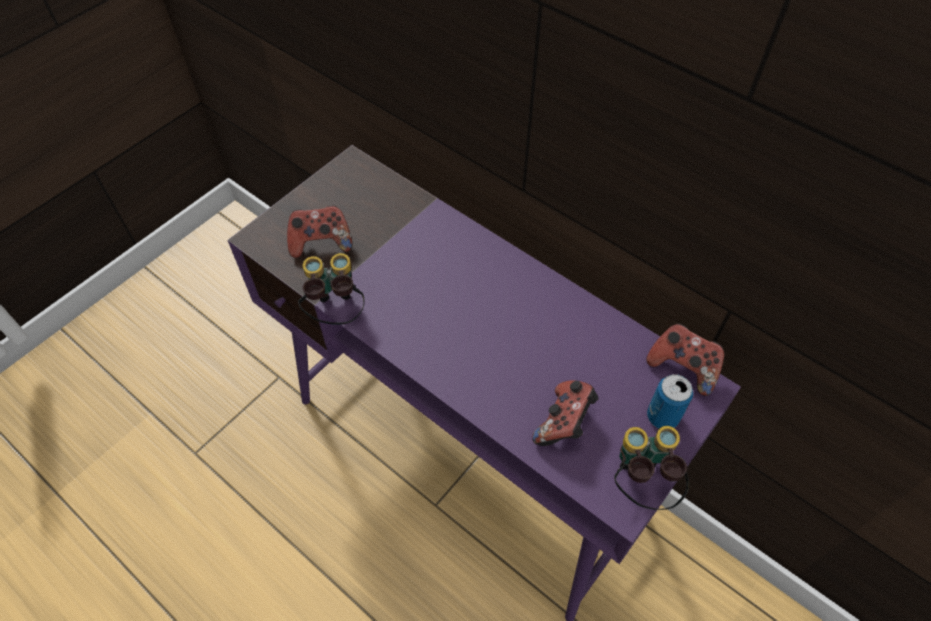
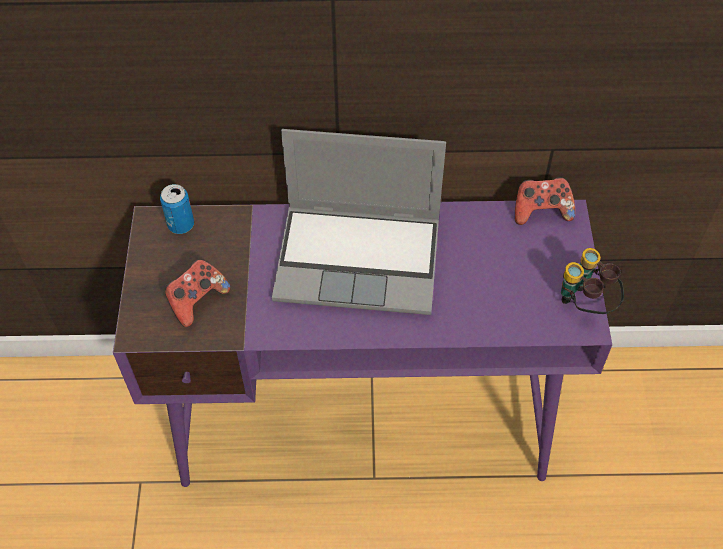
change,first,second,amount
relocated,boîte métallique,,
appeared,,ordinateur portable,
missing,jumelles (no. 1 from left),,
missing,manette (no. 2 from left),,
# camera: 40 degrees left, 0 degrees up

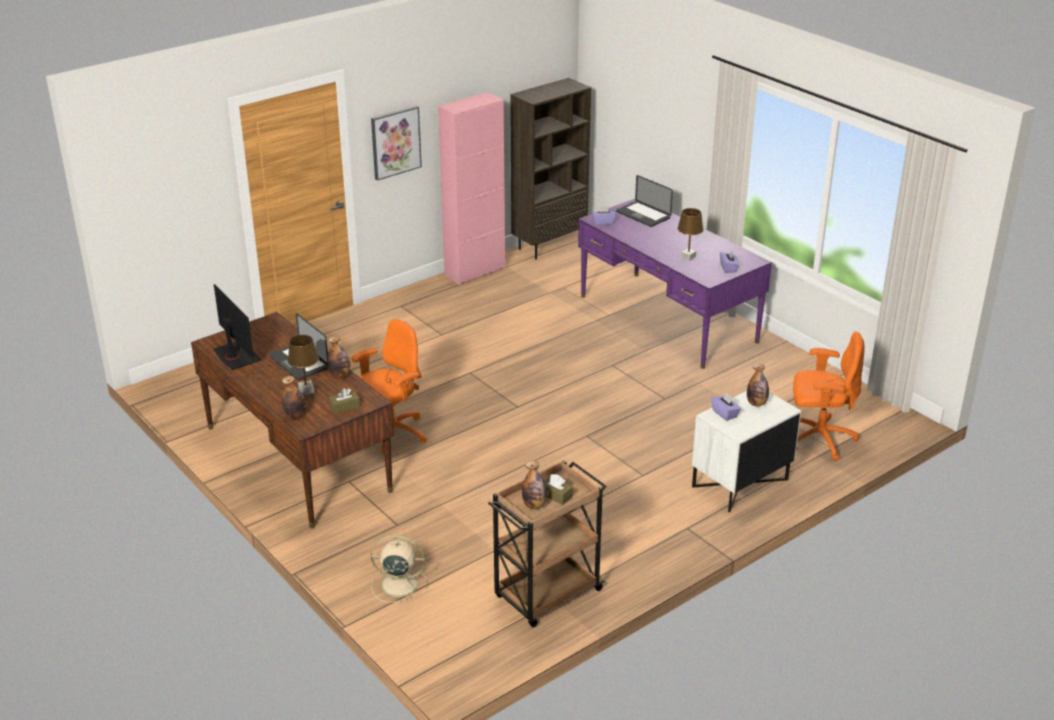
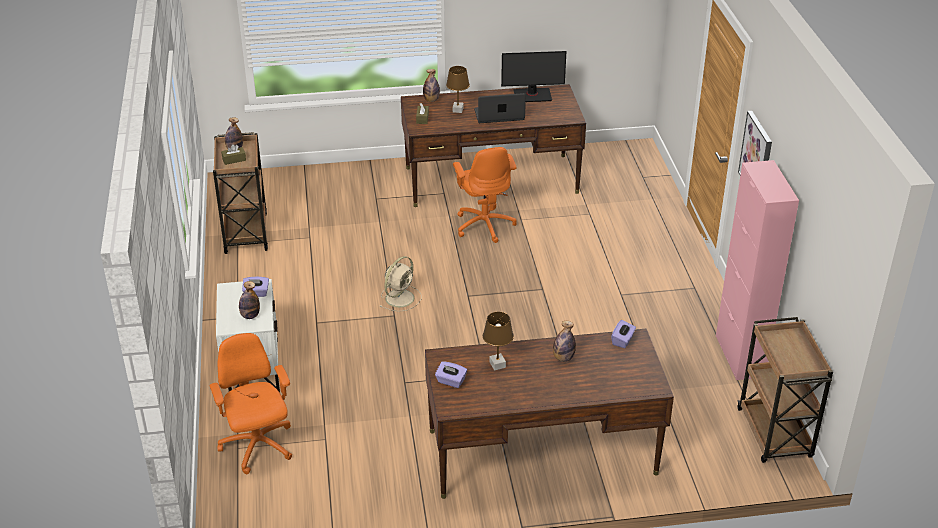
change,first,second,amount
spun,chaise de bureau/orange (no. 2 from left in the first image),chaise de bureau/orange (no. 1 from left),120 degrees clockwise
relocated,ventilateur/beige,,
colour,bureau/violet,bureau/marron (no. 2 from left),
relocated,bouteille (no. 2 from left in the first image),bouteille (no. 4 from left),
exchanged,bibliothèque/marron,chariot/marron (no. 2 from left),
missing,ordinateur portable (no. 2 from left),,
# camera: 120 degrees right, 5 degrees up

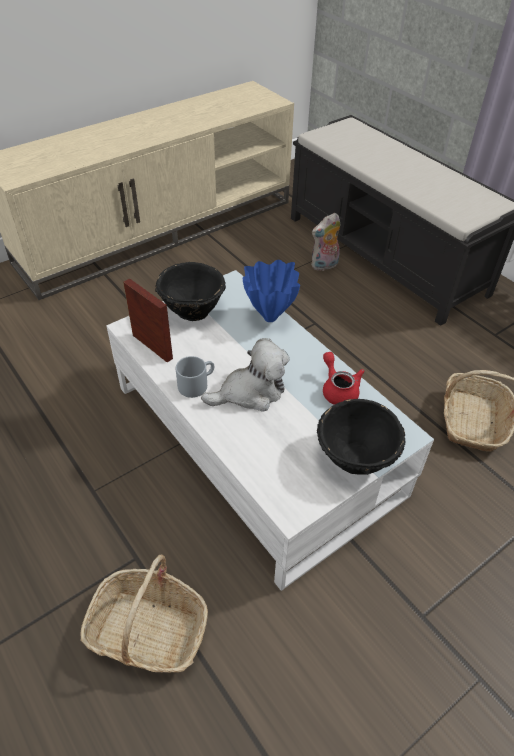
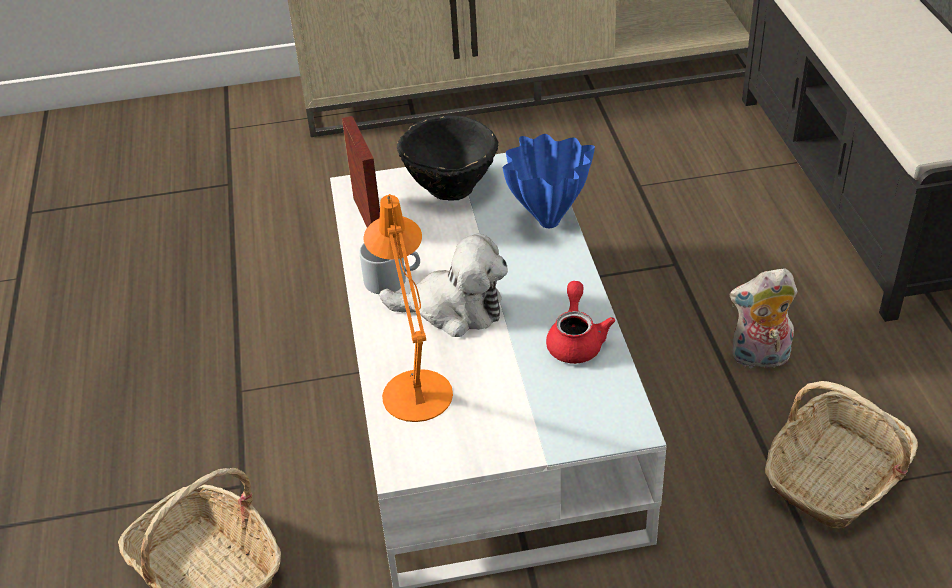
change,first,second,amount
appeared,,lampe de table/orange,
relocated,peluche (no. 2 from left),,
missing,bol/noir (no. 2 from left),,
# camera: 30 degrees right, 5 degrees down

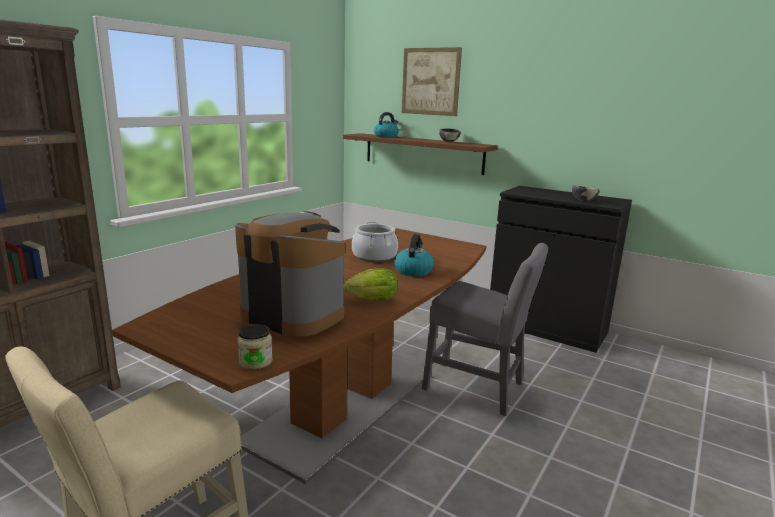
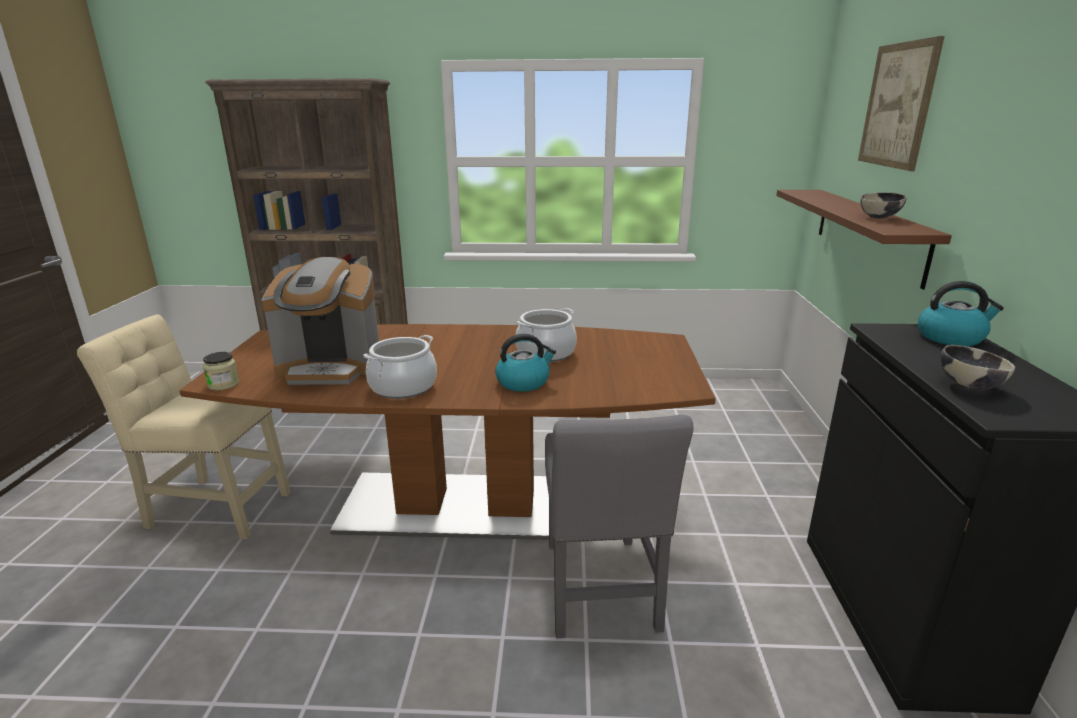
change,first,second,amount
spun,machine à café,,90 degrees clockwise
exchanged,laitue,marmite (no. 1 from left),
relocated,bouilloire (no. 1 from left in the first image),bouilloire (no. 2 from left),
# camera: 60 degrees right, 5 degrees up

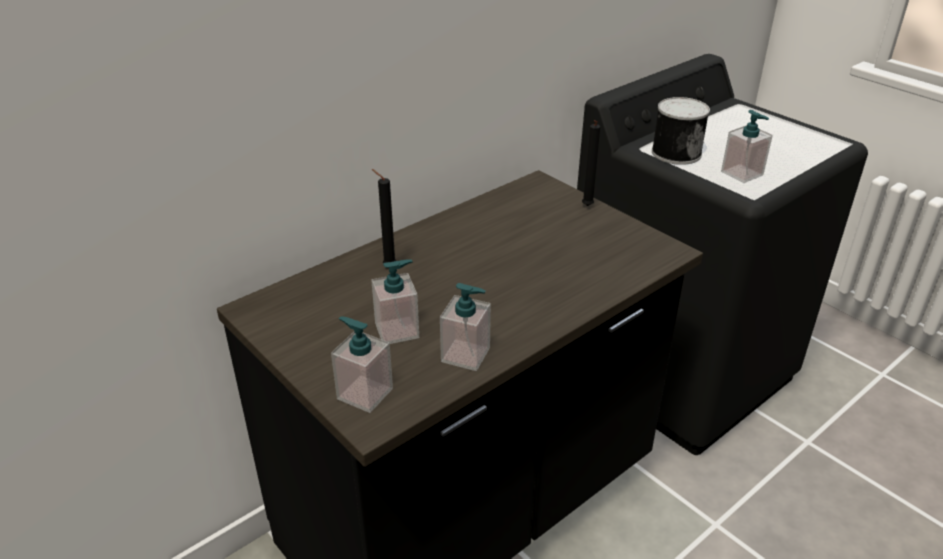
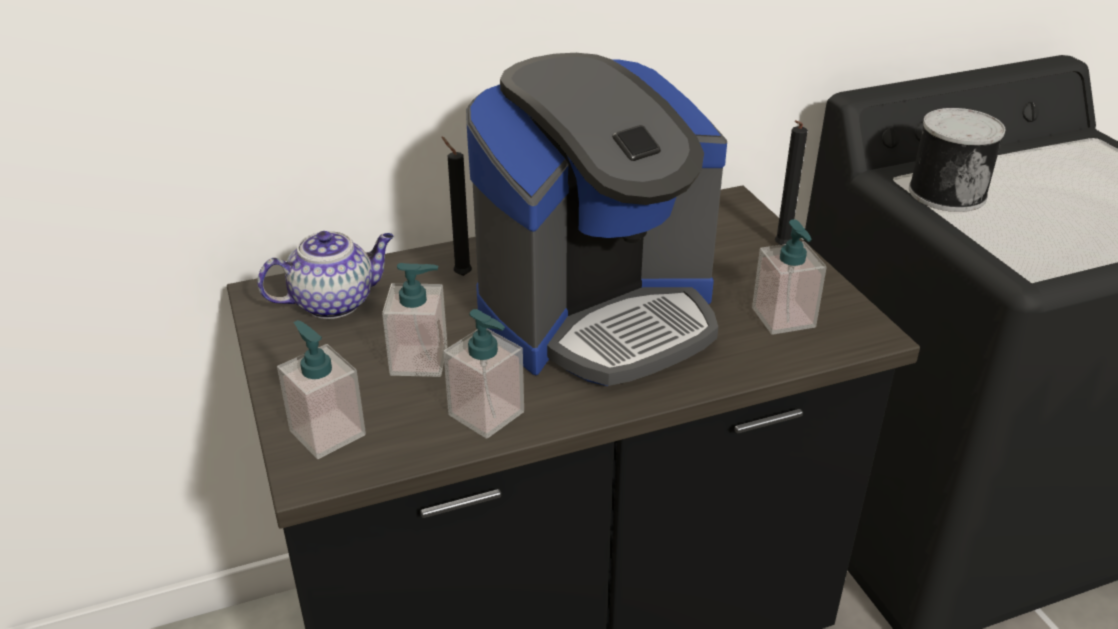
change,first,second,amount
appeared,,théière,
appeared,,machine à café,
relocated,distributeur de savon (no. 4 from left),,
# camera: 20 degrees right, 0 degrees up

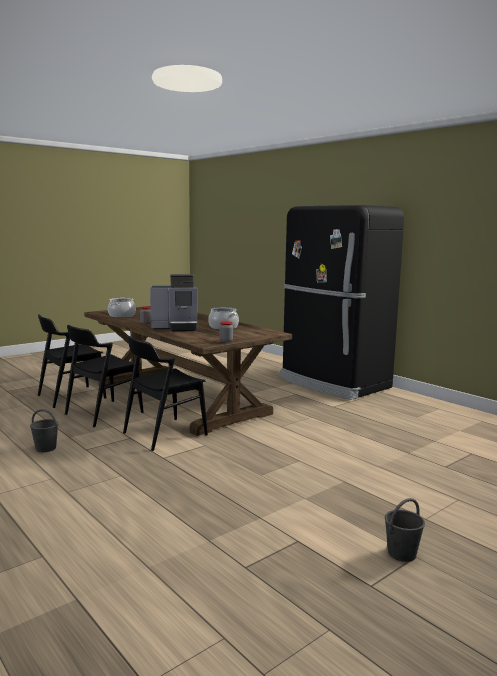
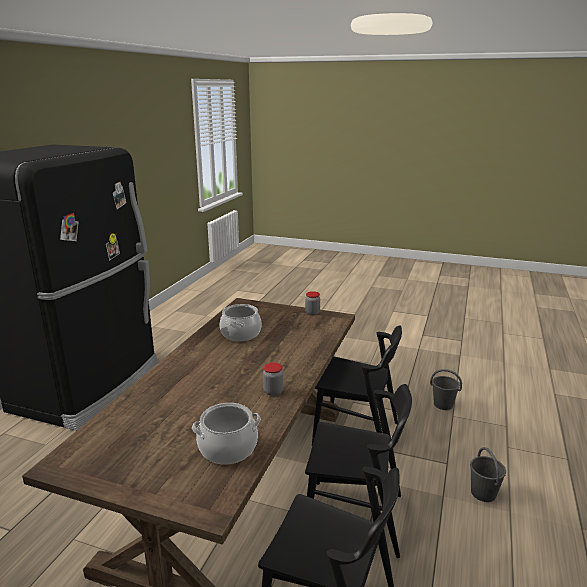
change,first,second,amount
relocated,seau/gris (no. 2 from left in the first image),seau/gris (no. 1 from left),
missing,machine à café,,
# camera: 120 degrees left, 10 degrees up

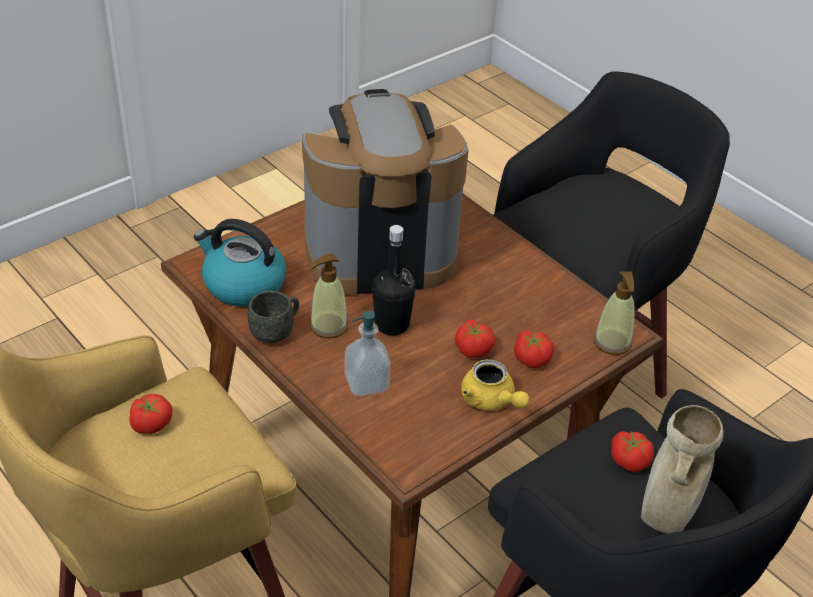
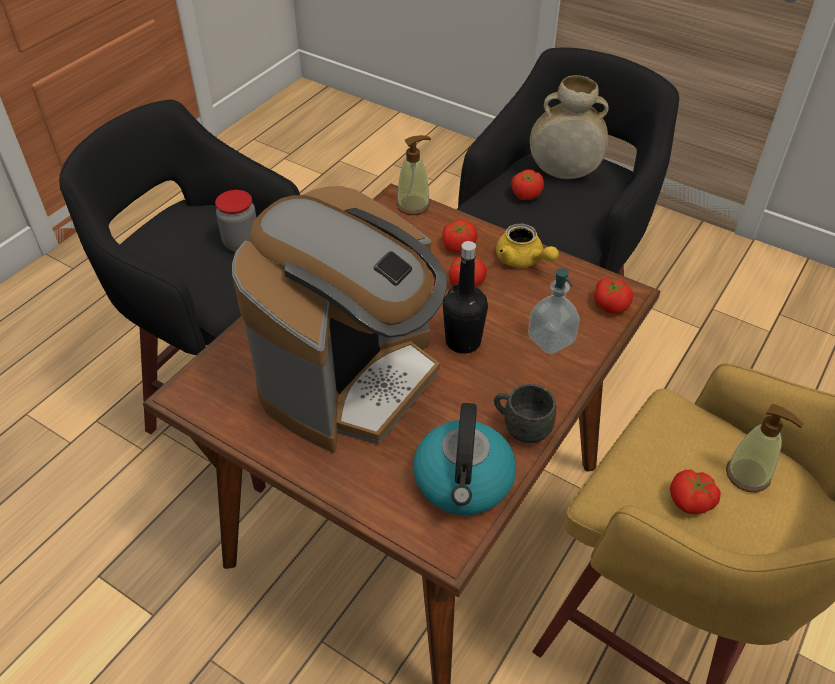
change,first,second,amount
appeared,,bocal,
spun,machine à café,,120 degrees counterclockwise
spun,théière/jaune,,105 degrees clockwise
appeared,,tomate (no. 4 from left),
relocated,distributeur de savon (no. 1 from left in the first image),distributeur de savon (no. 3 from left),
# camera: 105 degrees left, 5 degrees up

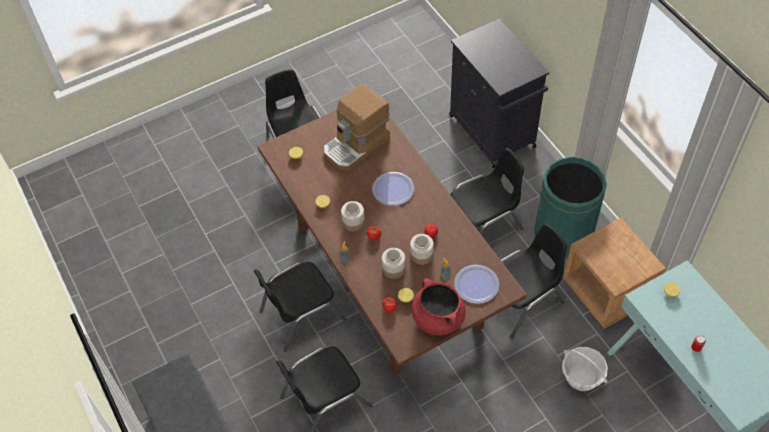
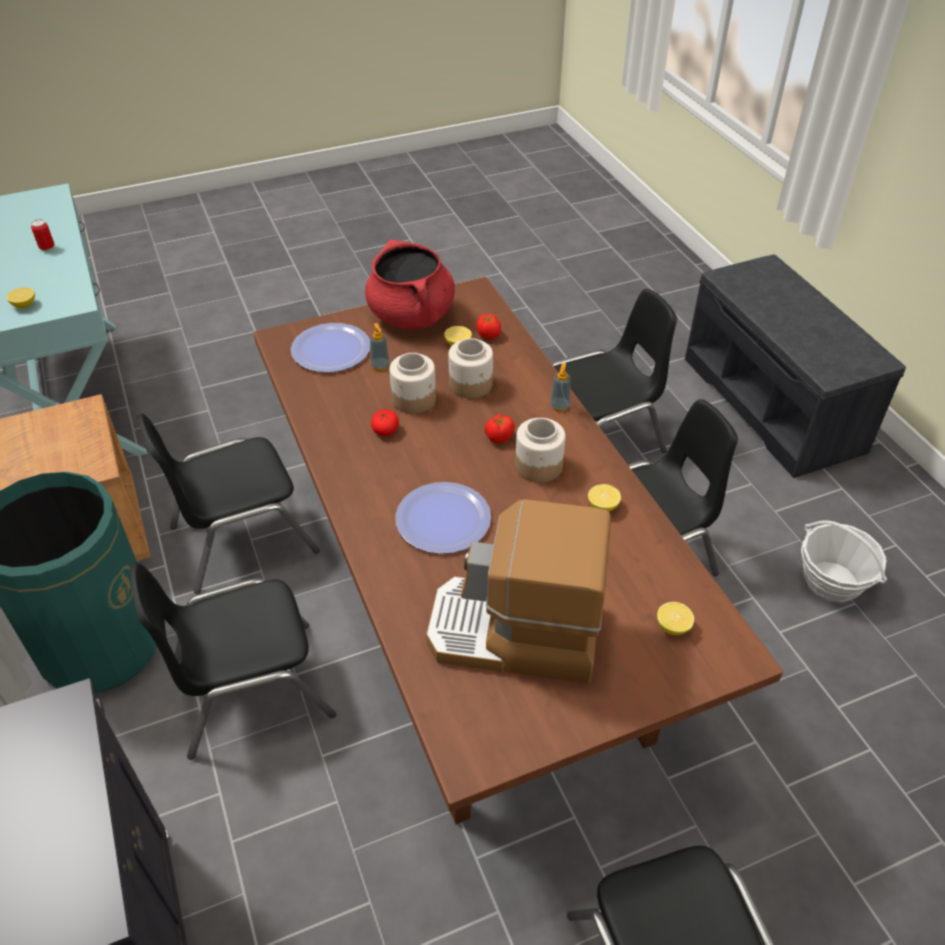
change,first,second,amount
spun,machine à café,,135 degrees counterclockwise
relocated,panier,,
# camera: 175 degrees left, 10 degrees down

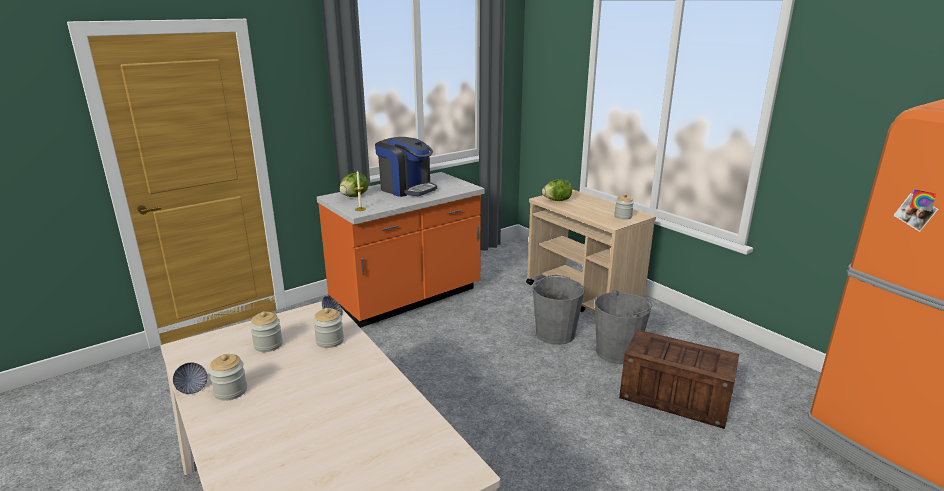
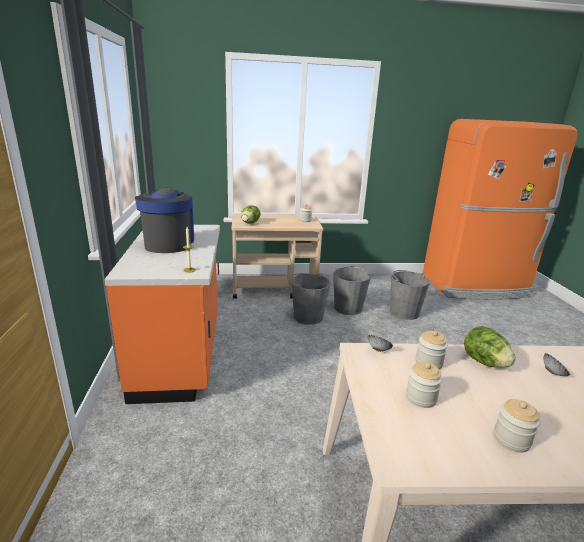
change,first,second,amount
spun,machine à café,,75 degrees counterclockwise
exchanged,caisse,seau/gris (no. 3 from left),
relocated,laitue (no. 1 from left in the first image),laitue (no. 2 from left),
relocated,bol (no. 1 from left in the first image),bol (no. 2 from left),
# camera: 60 degrees left, 0 degrees up

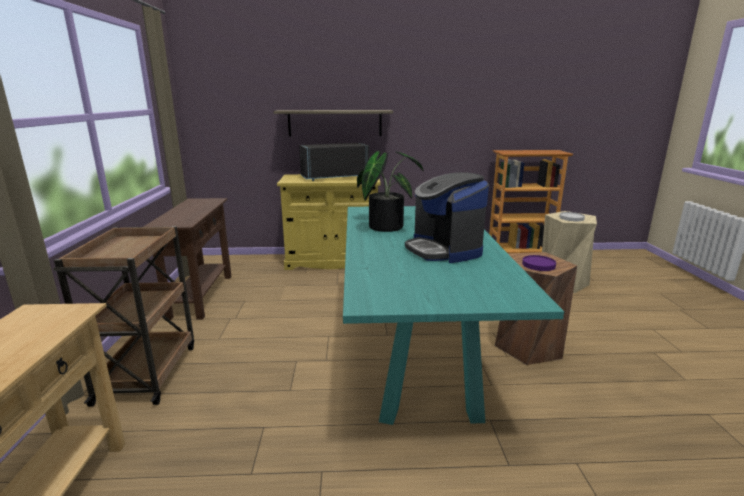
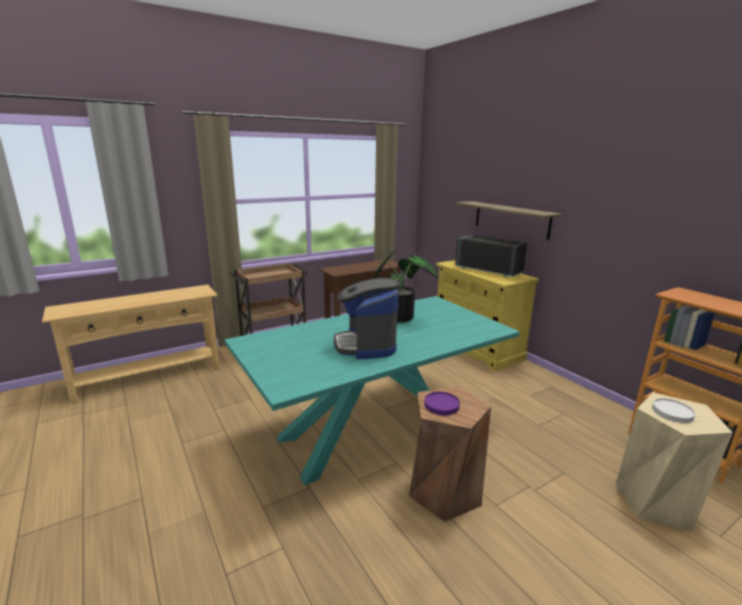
change,first,second,amount
spun,machine à café,,45 degrees counterclockwise
# camera: 60 degrees right, 0 degrees up

